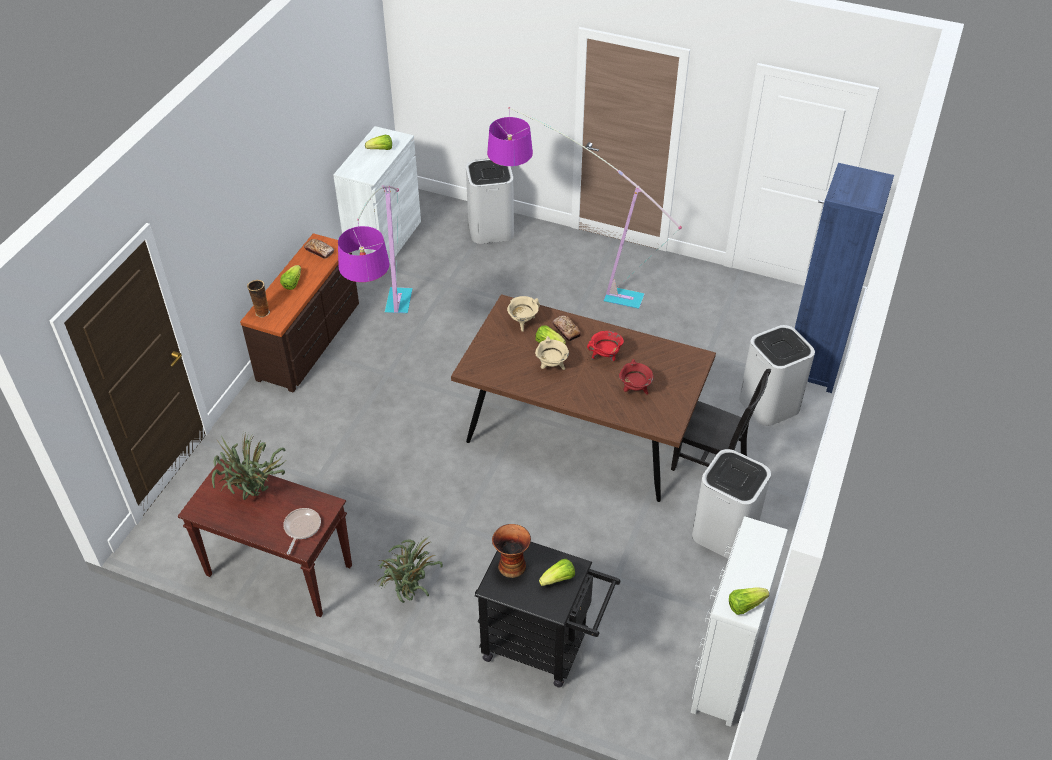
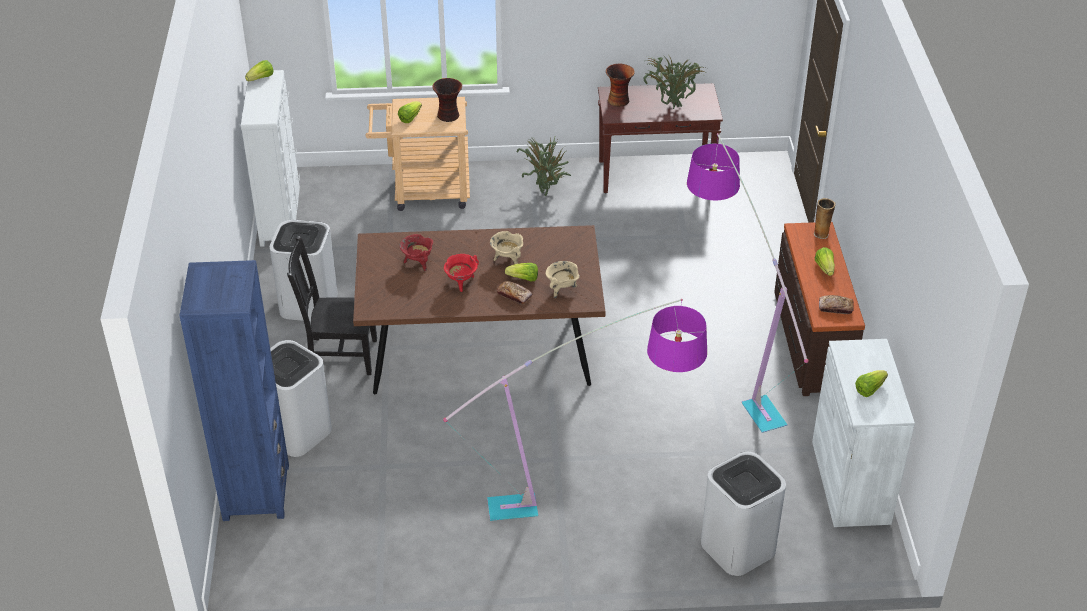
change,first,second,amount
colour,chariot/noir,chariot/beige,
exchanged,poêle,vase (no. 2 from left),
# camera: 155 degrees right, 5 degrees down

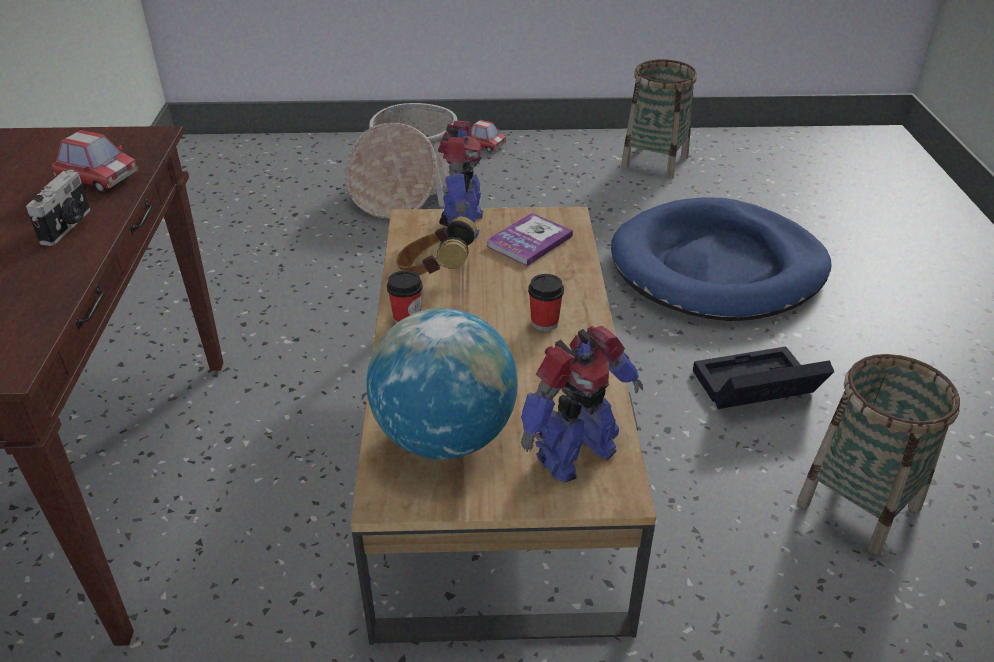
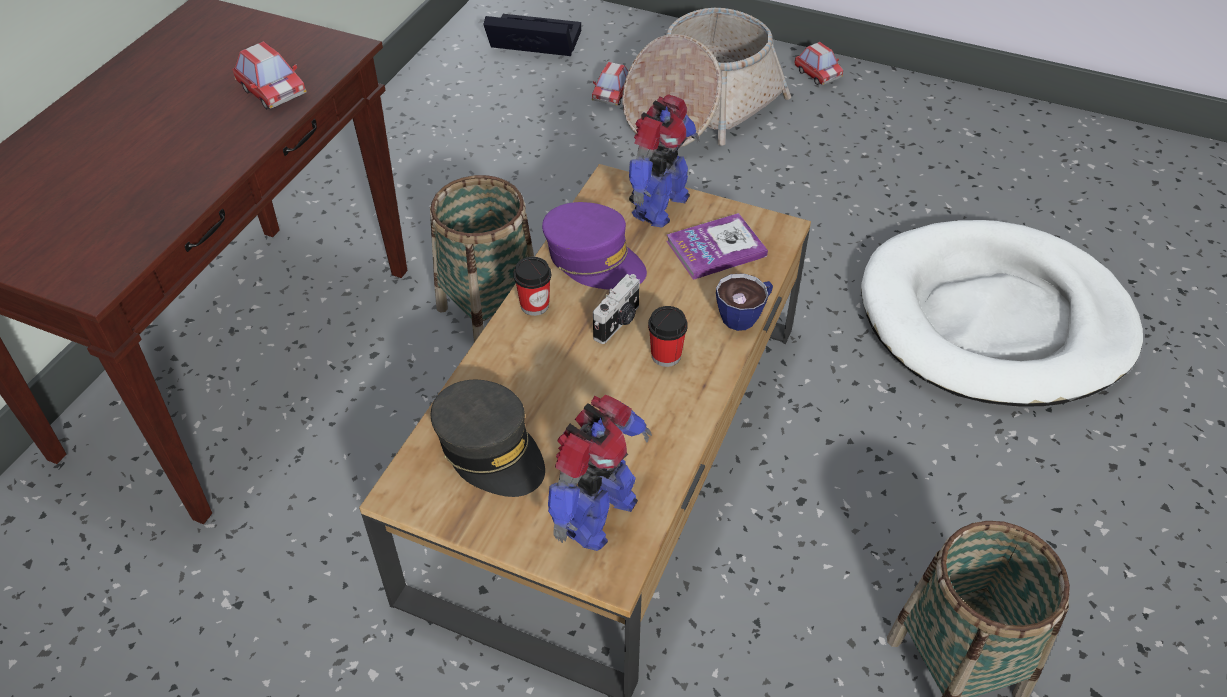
change,first,second,amount
relocated,panier (no. 2 from left in the first image),panier (no. 1 from left),
exchanged,globe,casquette/gris,
relocated,boîte de rangement/noir,,
exchanged,casque audio,casquette/violet,
spun,robot jouet (no. 2 from left in the first image),robot jouet (no. 1 from left),45 degrees counterclockwise
appeared,,petite voiture (no. 2 from left),
relocated,appareil photo,,
appeared,,tasse (no. 3 from left),
colour,panier pour chien/bleu,panier pour chien/blanc,
# camera: 25 degrees right, 10 degrees up

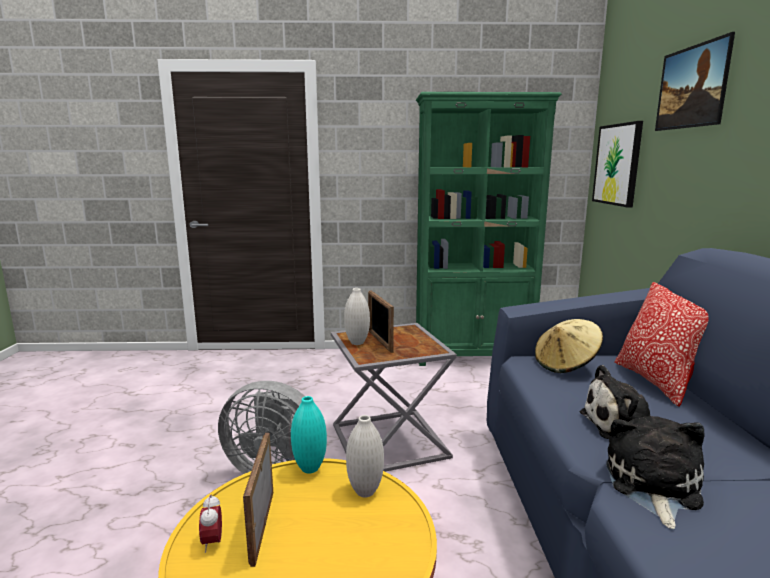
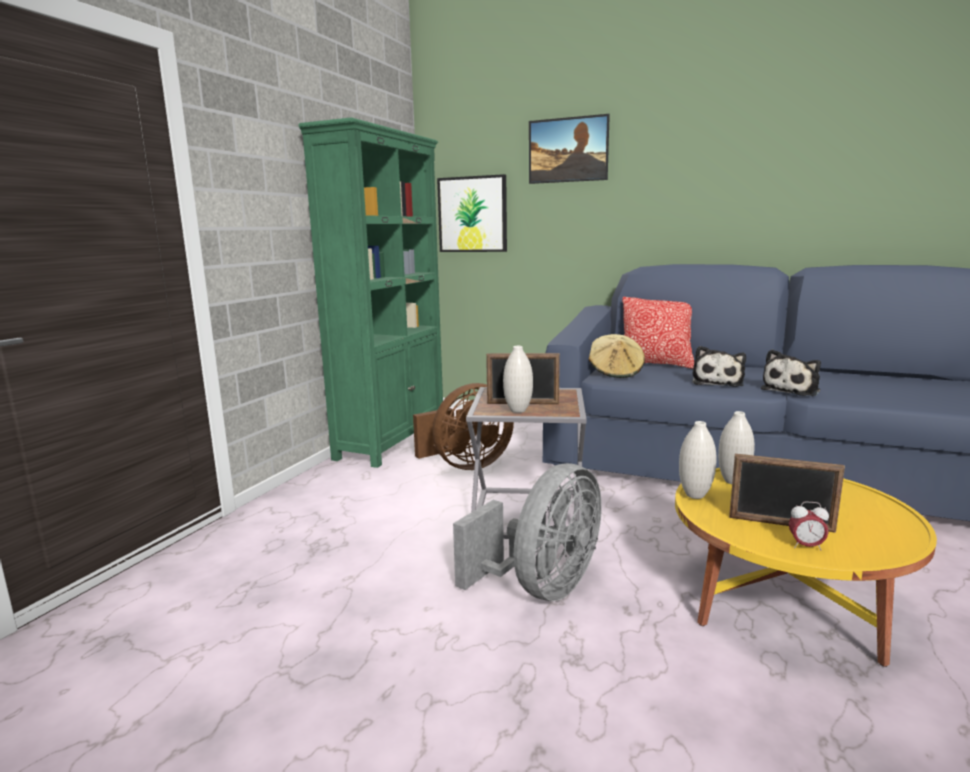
change,first,second,amount
appeared,,ventilateur/marron,
colour,vase/turquoise,vase/blanc (no. 2 from left),
spun,peluche (no. 2 from left),,90 degrees counterclockwise
# camera: 65 degrees left, 0 degrees up

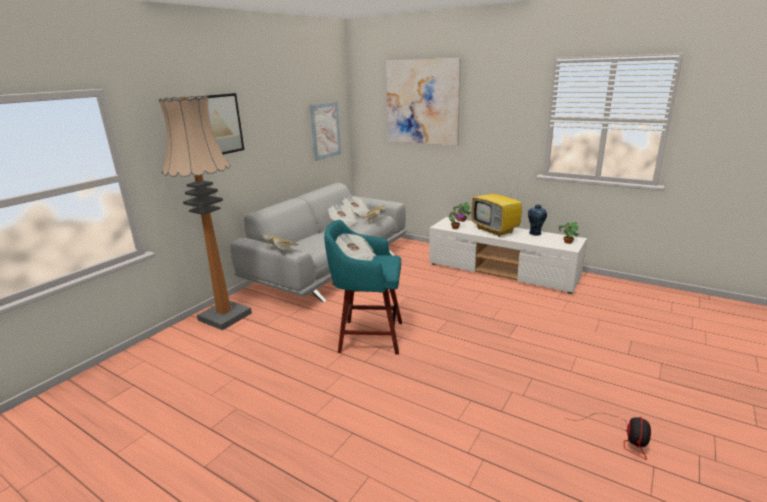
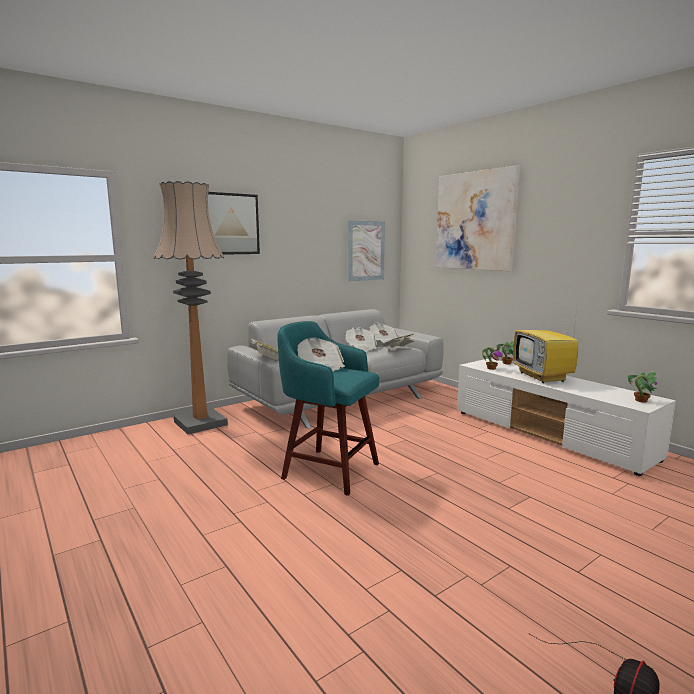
change,first,second,amount
missing,vase,,
# camera: 20 degrees right, 10 degrees down

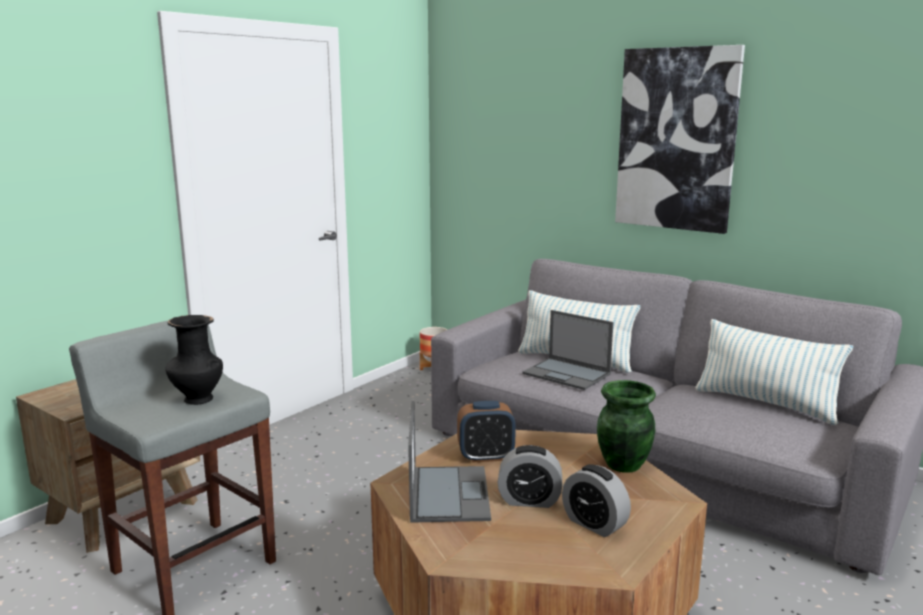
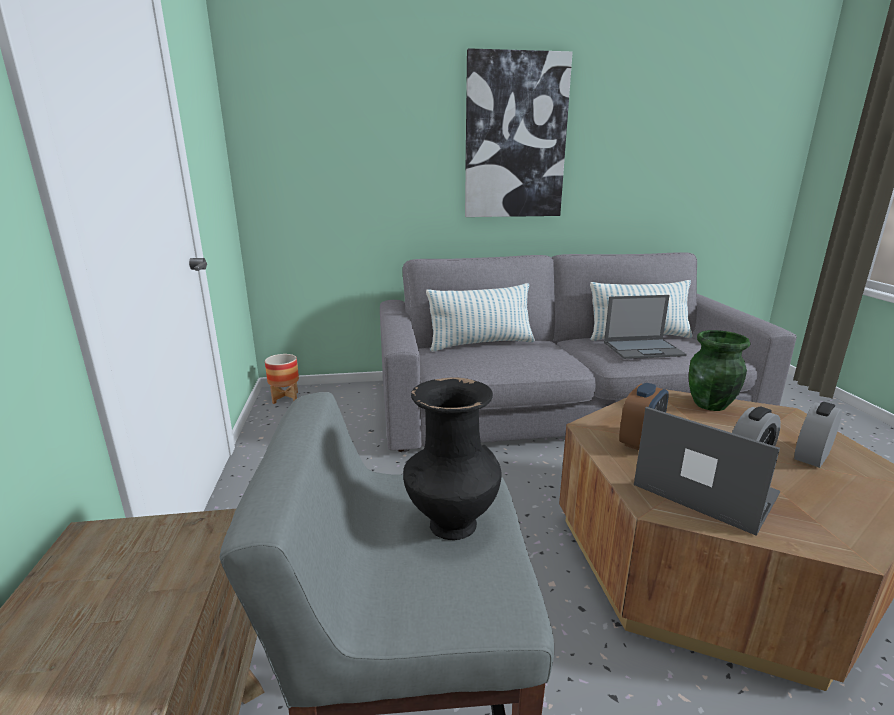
change,first,second,amount
relocated,ordinateur portable (no. 2 from left in the first image),ordinateur portable (no. 1 from left),
spun,réveil (no. 3 from left),,135 degrees clockwise
# camera: 45 degrees left, 5 degrees up

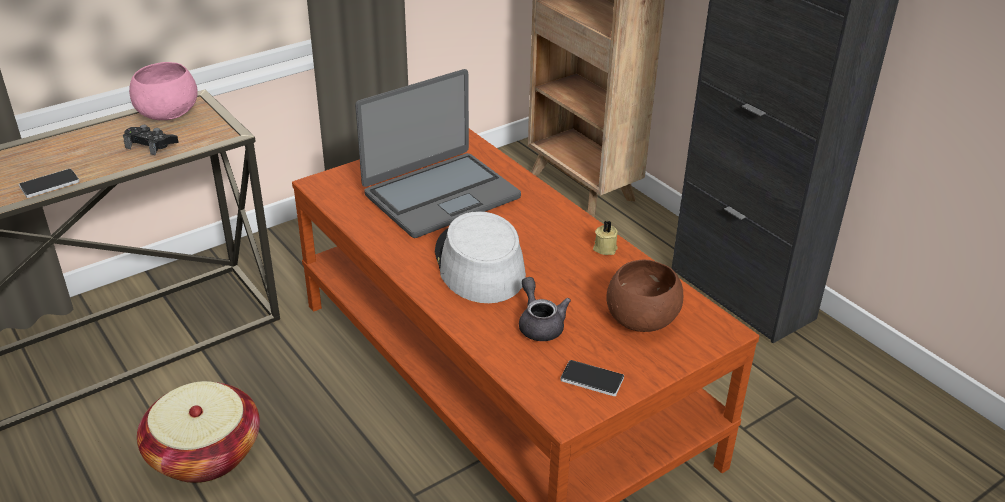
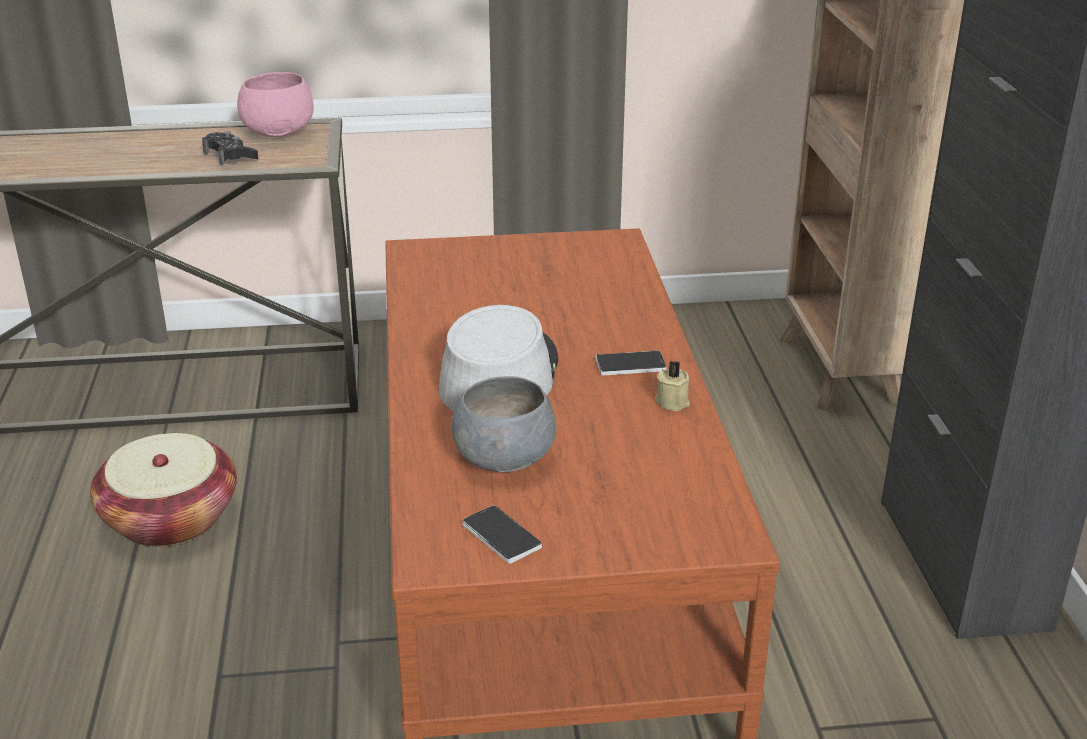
change,first,second,amount
exchanged,théière/gris,bol/gris,
relocated,téléphone (no. 1 from left in the first image),téléphone (no. 2 from left),
missing,ordinateur portable,,
missing,bol/marron,,
# camera: 30 degrees right, 5 degrees down

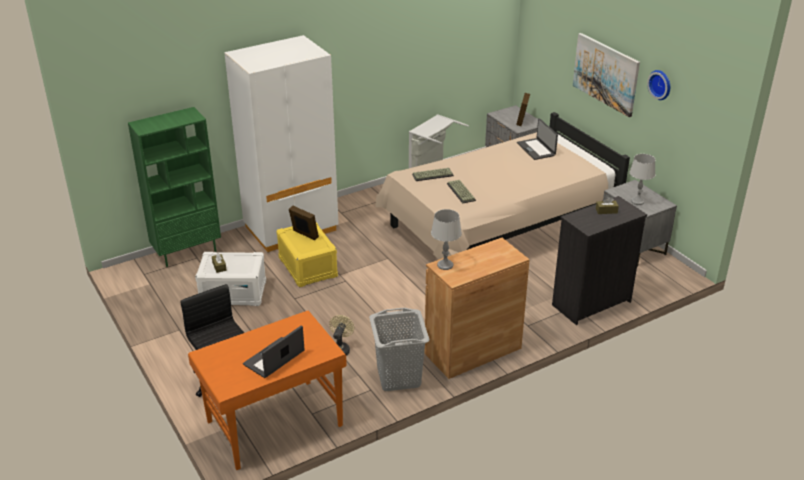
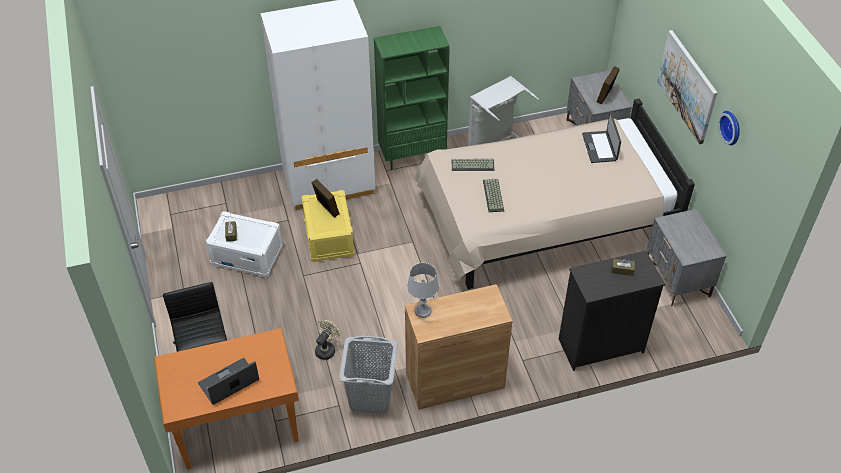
change,first,second,amount
relocated,bibliothèque/vert,,
missing,lampe de table/gris (no. 2 from left),,
# camera: 15 degrees right, 15 degrees up

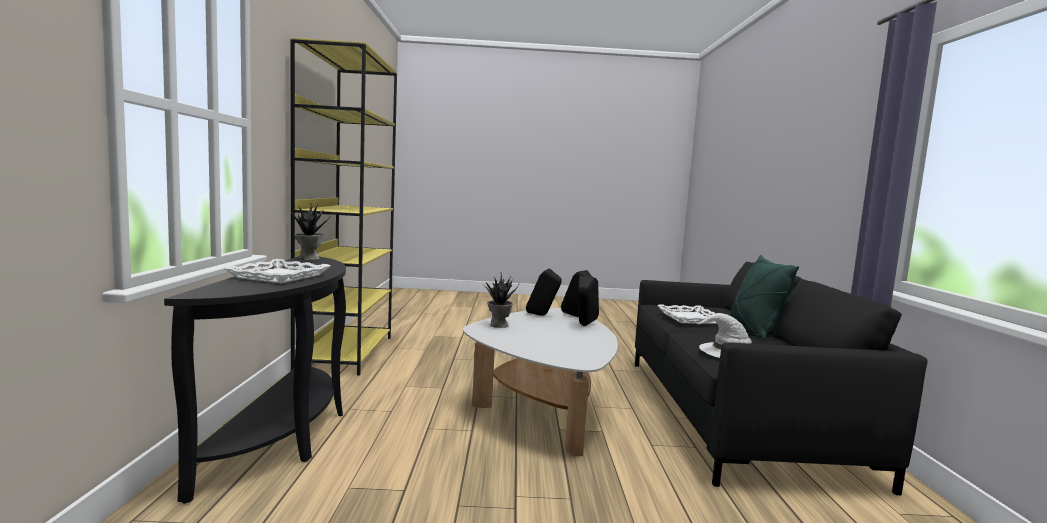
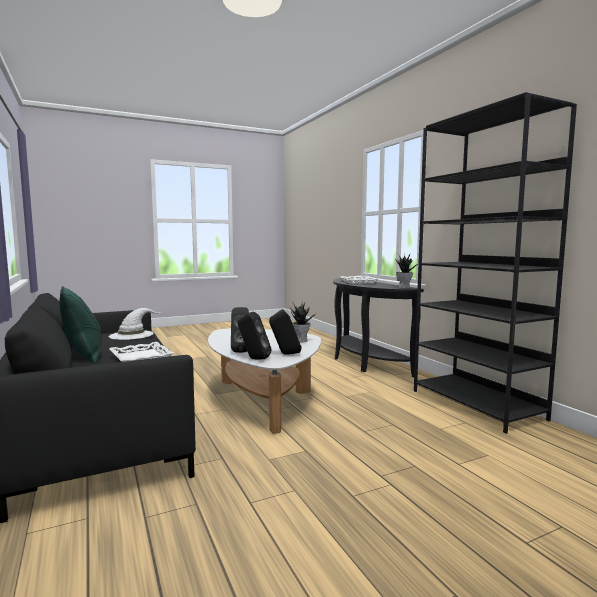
change,first,second,amount
colour,bibliothèque/jaune,bibliothèque/noir,
# camera: 155 degrees right, 0 degrees up

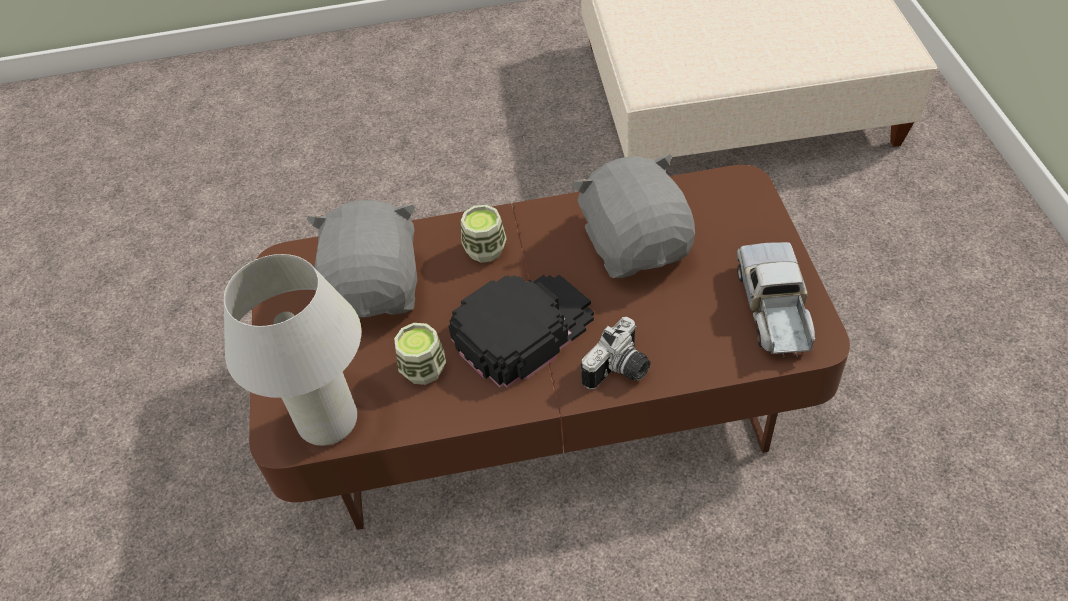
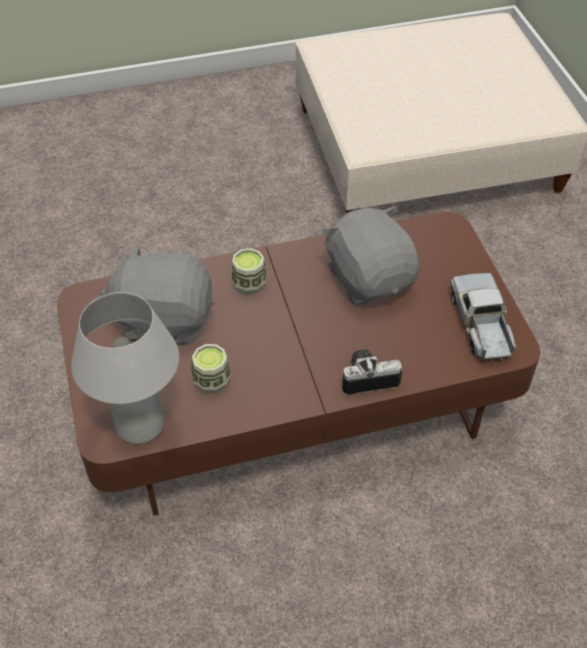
change,first,second,amount
spun,peluche/gris (no. 1 from left),,75 degrees counterclockwise
spun,appareil photo,,135 degrees counterclockwise
missing,casquette/noir,,
# camera: 10 degrees left, 0 degrees up

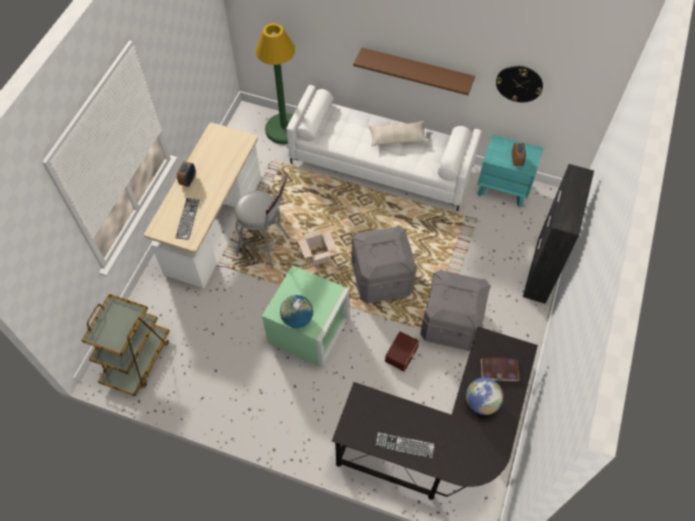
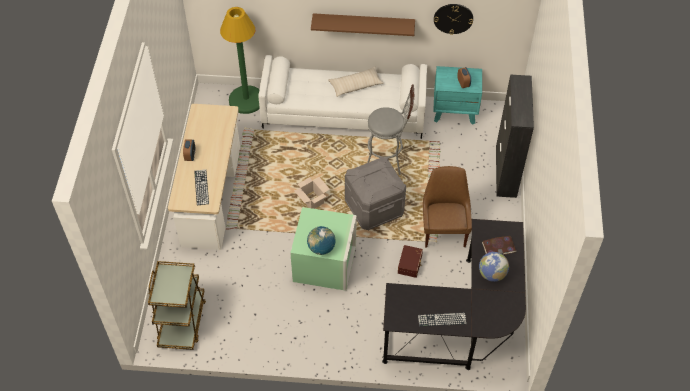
change,first,second,amount
relocated,tabouret/gris,,
exchanged,boîte de rangement/gris (no. 2 from left),chaise/marron,
# camera: 15 degrees left, 5 degrees down

